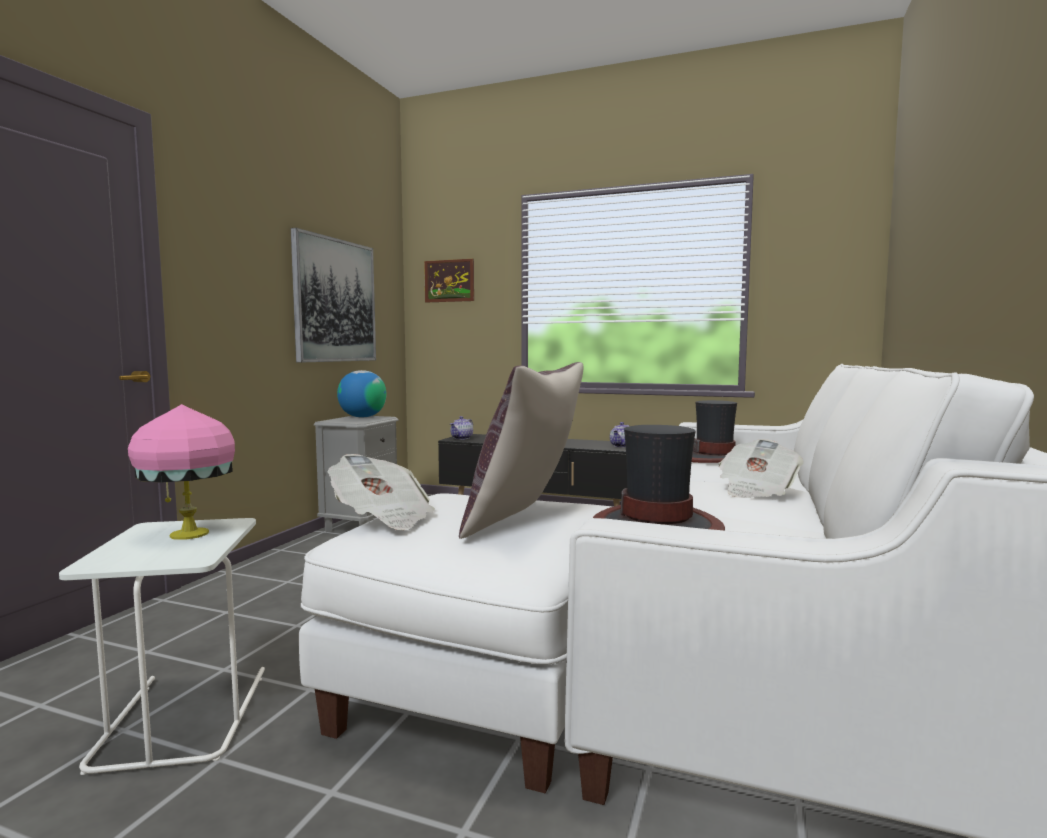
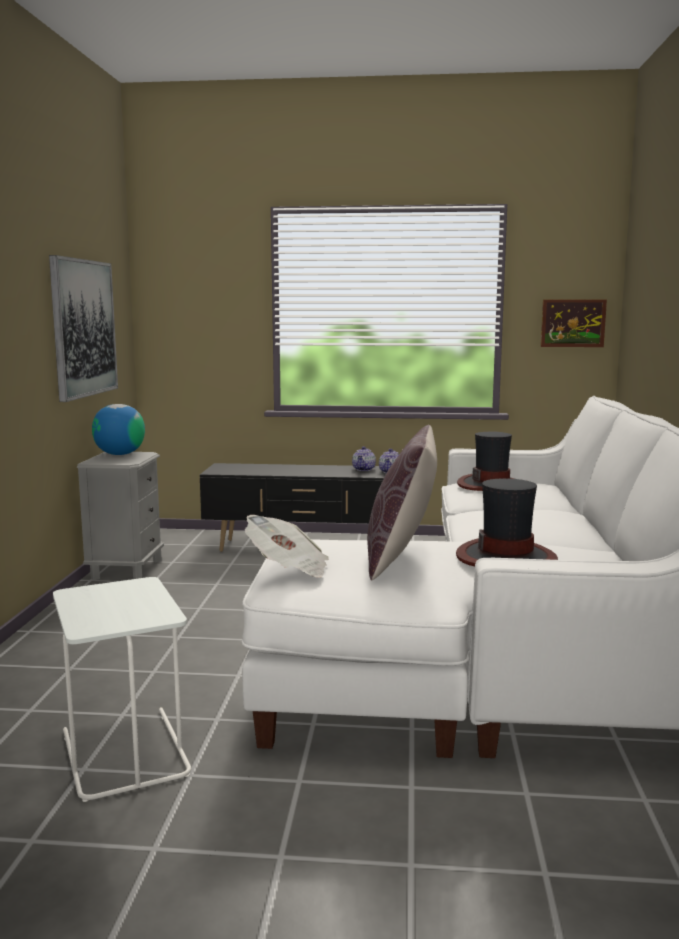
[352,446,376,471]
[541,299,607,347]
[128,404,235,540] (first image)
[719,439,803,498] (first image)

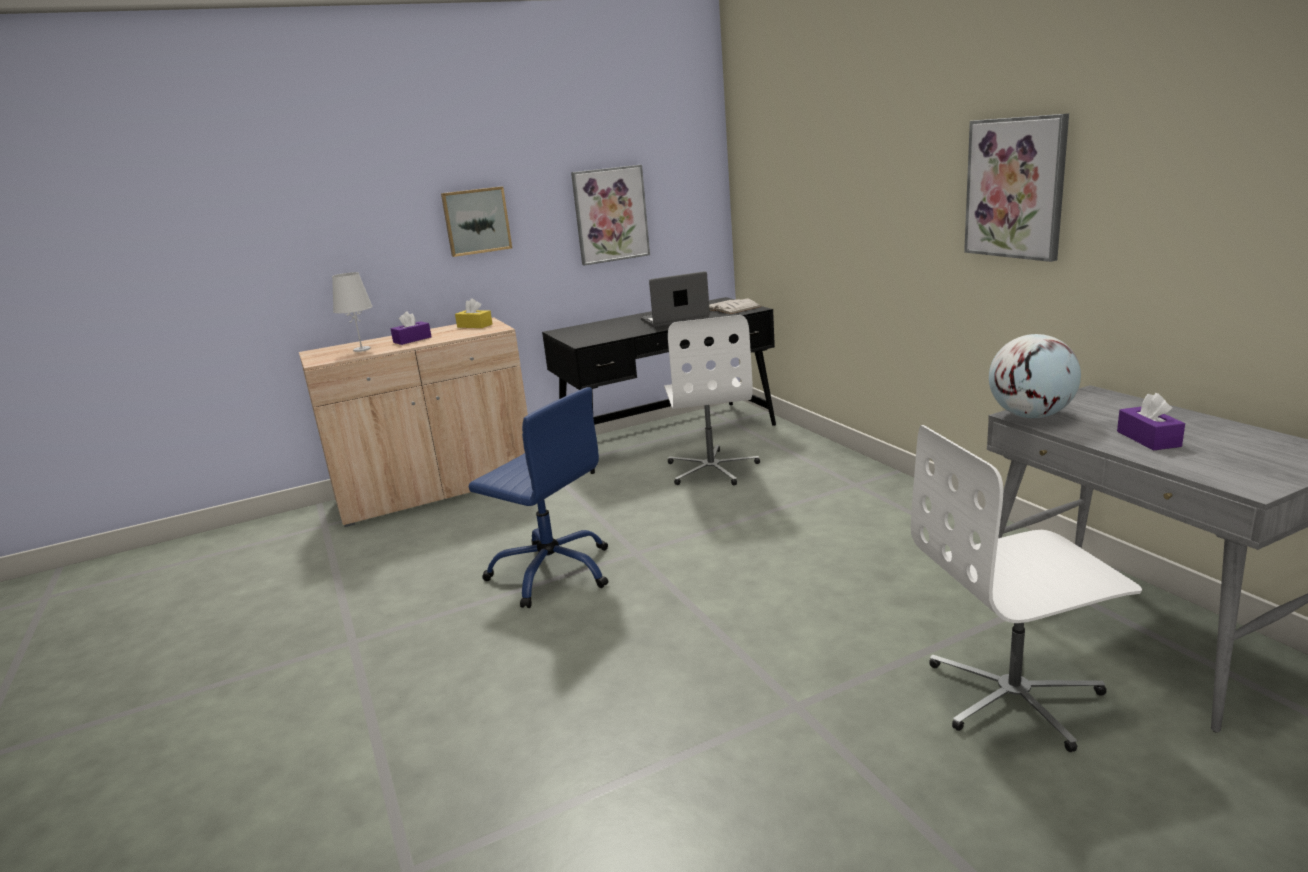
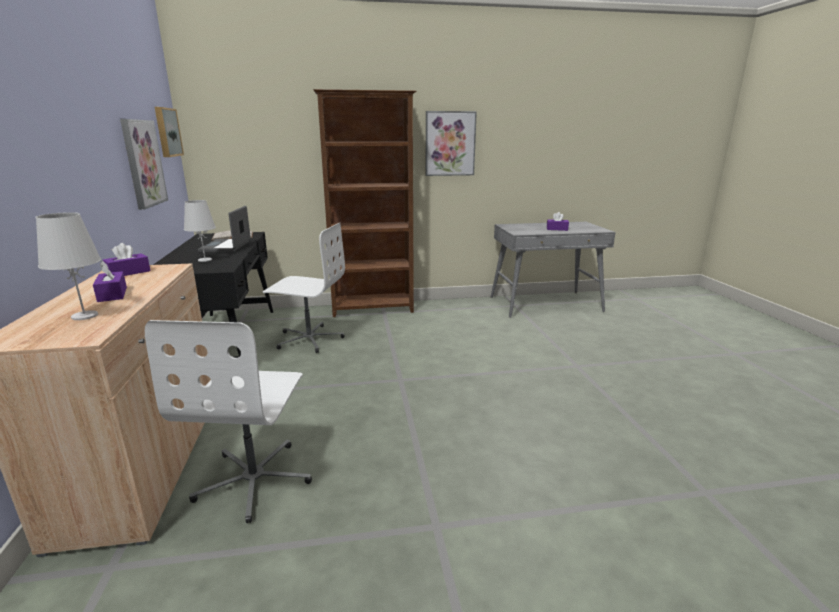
[103,243,151,276]
[145,320,312,523]
[155,107,184,157]
[184,200,216,262]
[313,89,416,317]
[468,387,608,608] (first image)
[989,334,1081,418] (first image)

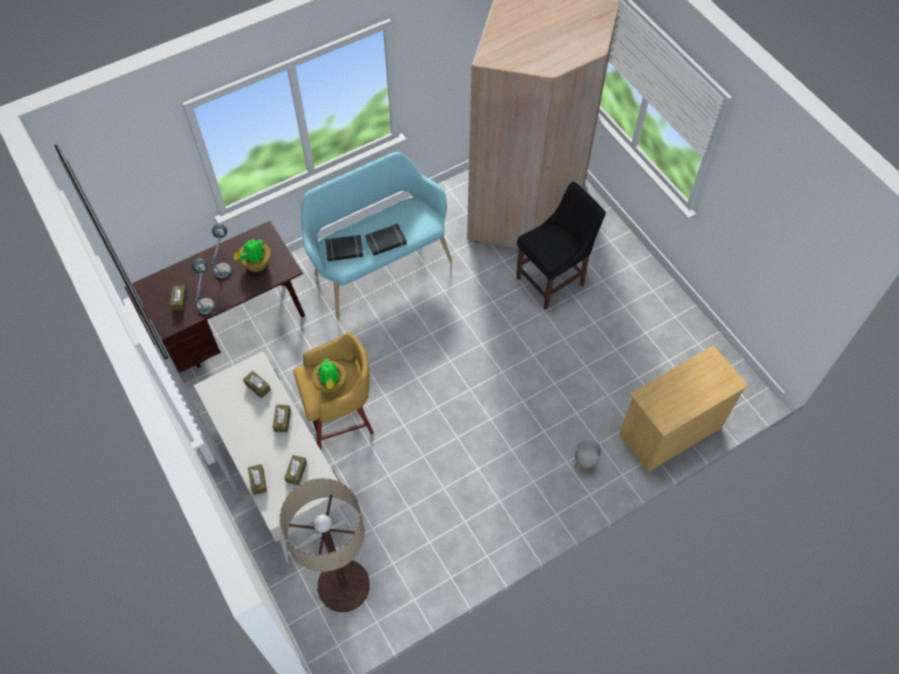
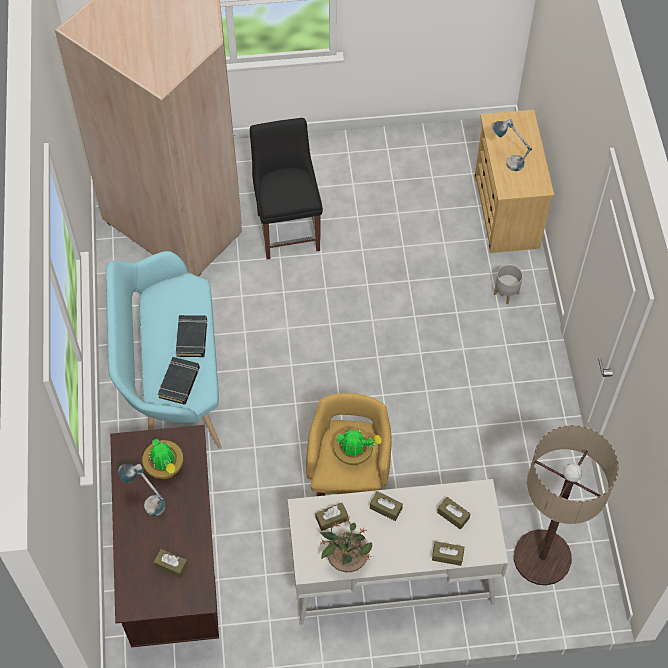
[320,517,372,572]
[492,119,532,171]

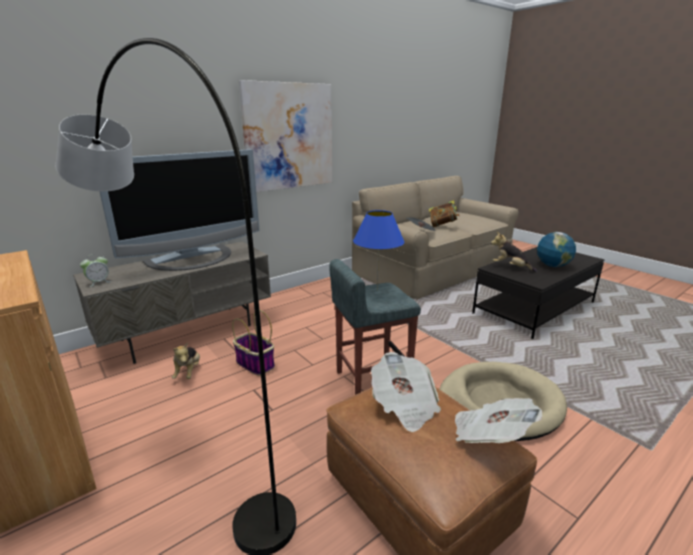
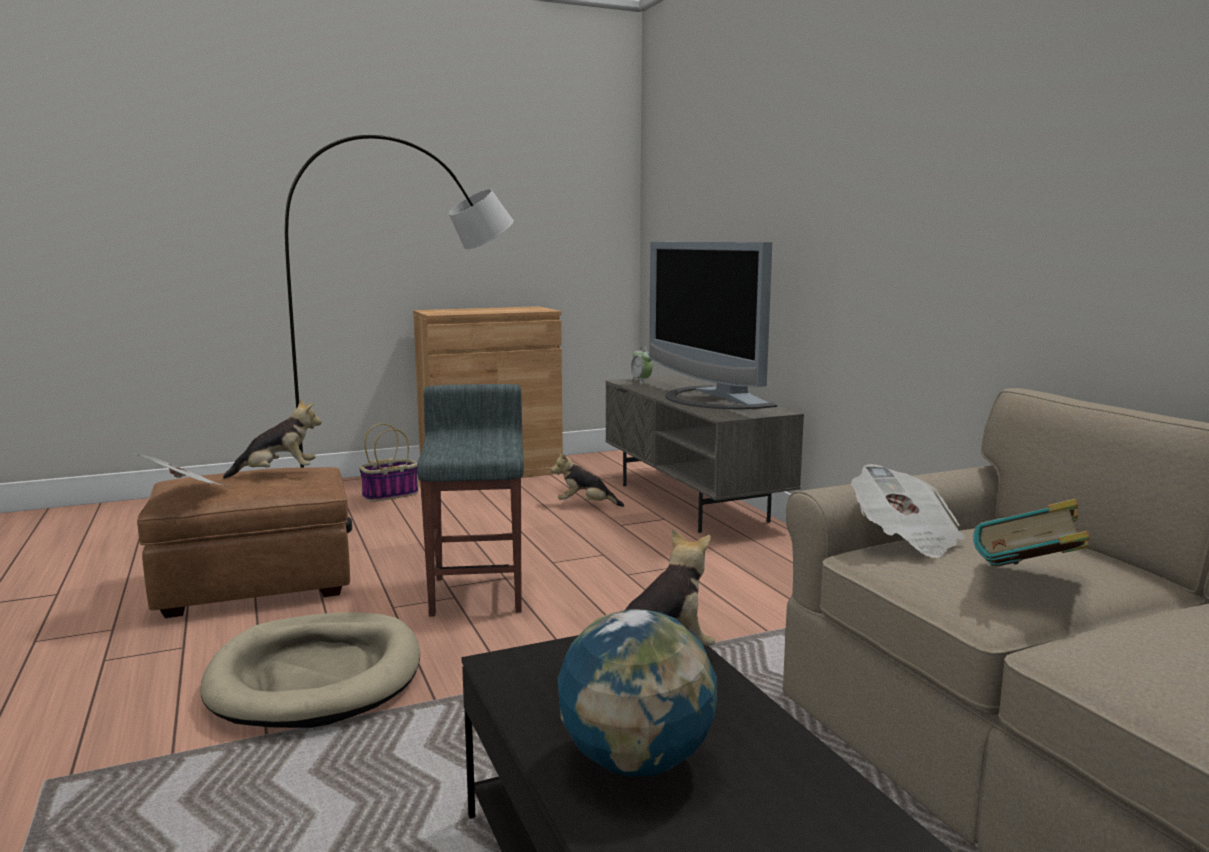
[223,399,322,479]
[359,423,418,502]
[239,80,332,192] (first image)
[353,210,405,290] (first image)

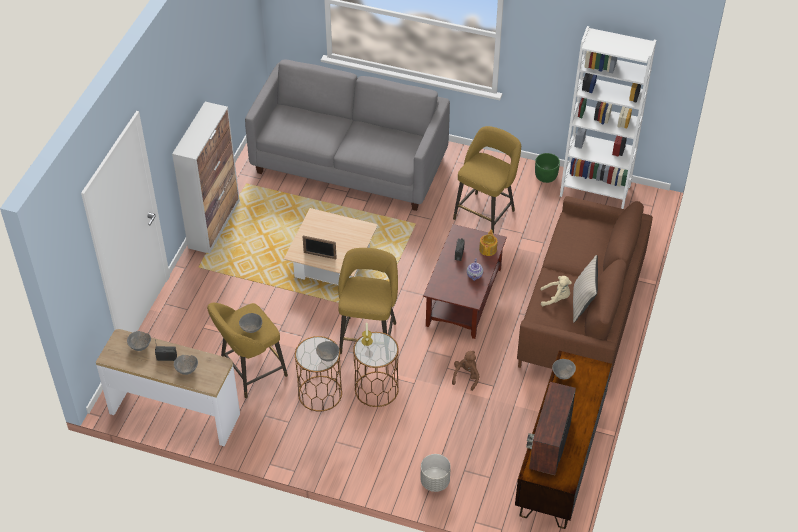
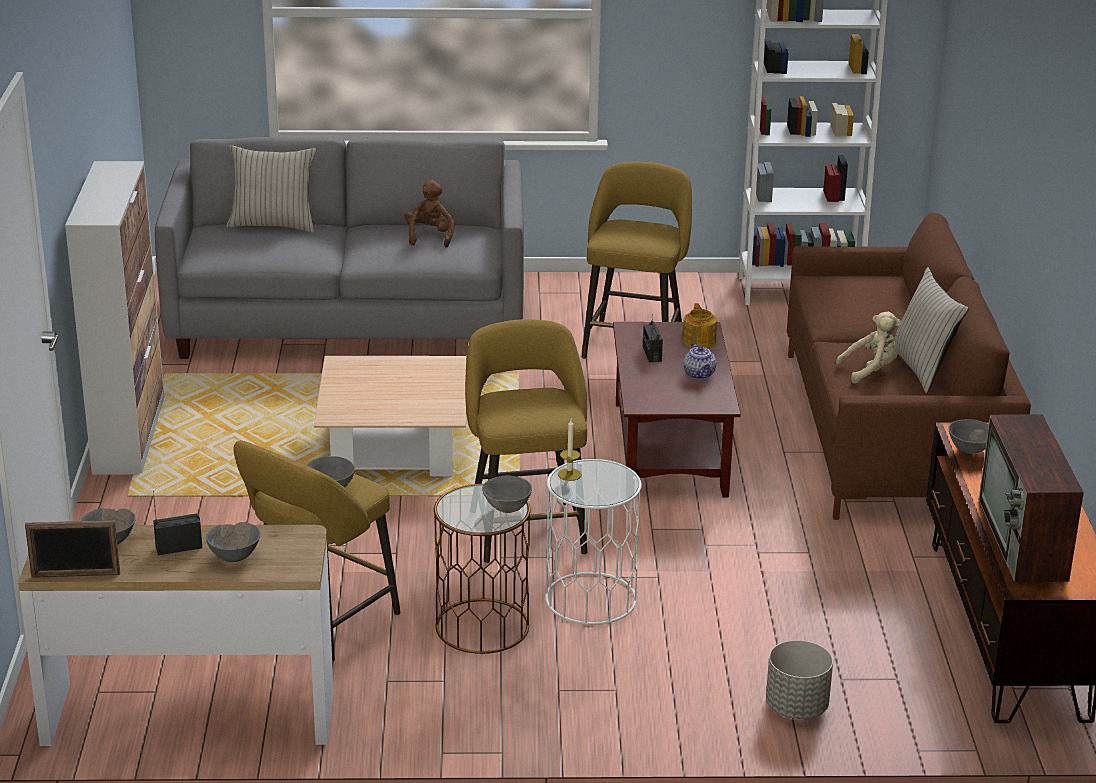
[25,520,120,578]
[227,145,316,233]
[405,180,454,248]
[545,459,642,625]
[535,153,560,183] (first image)

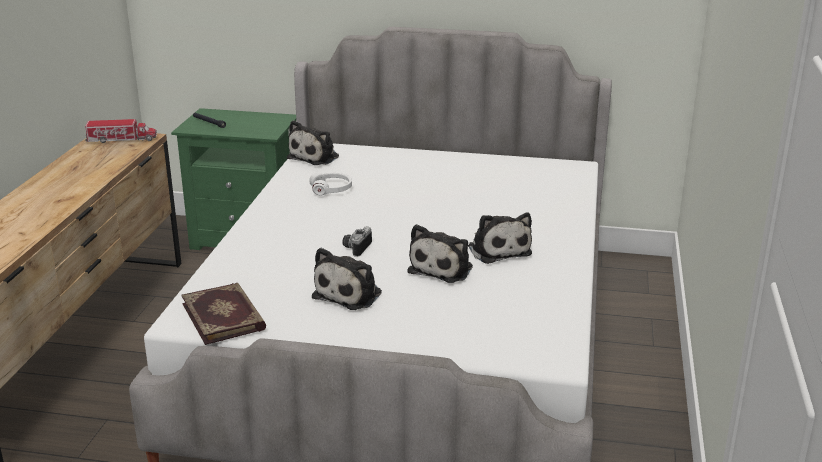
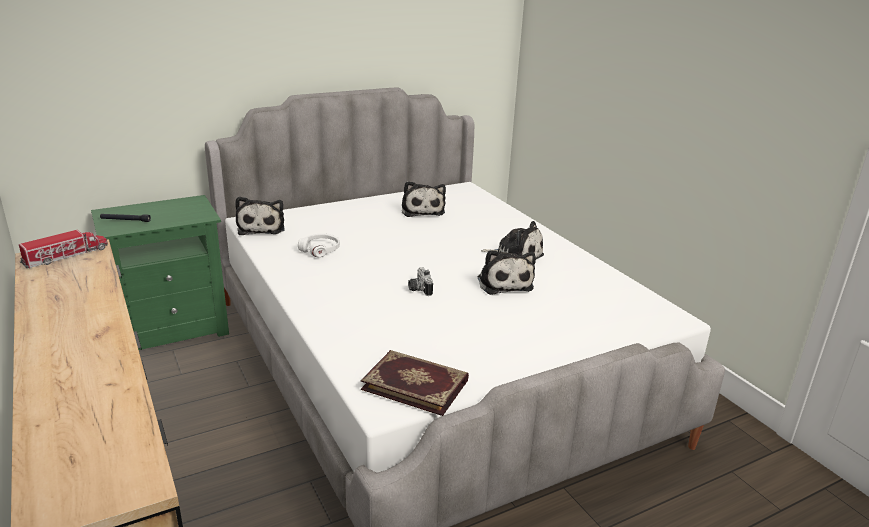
[402,181,446,217]

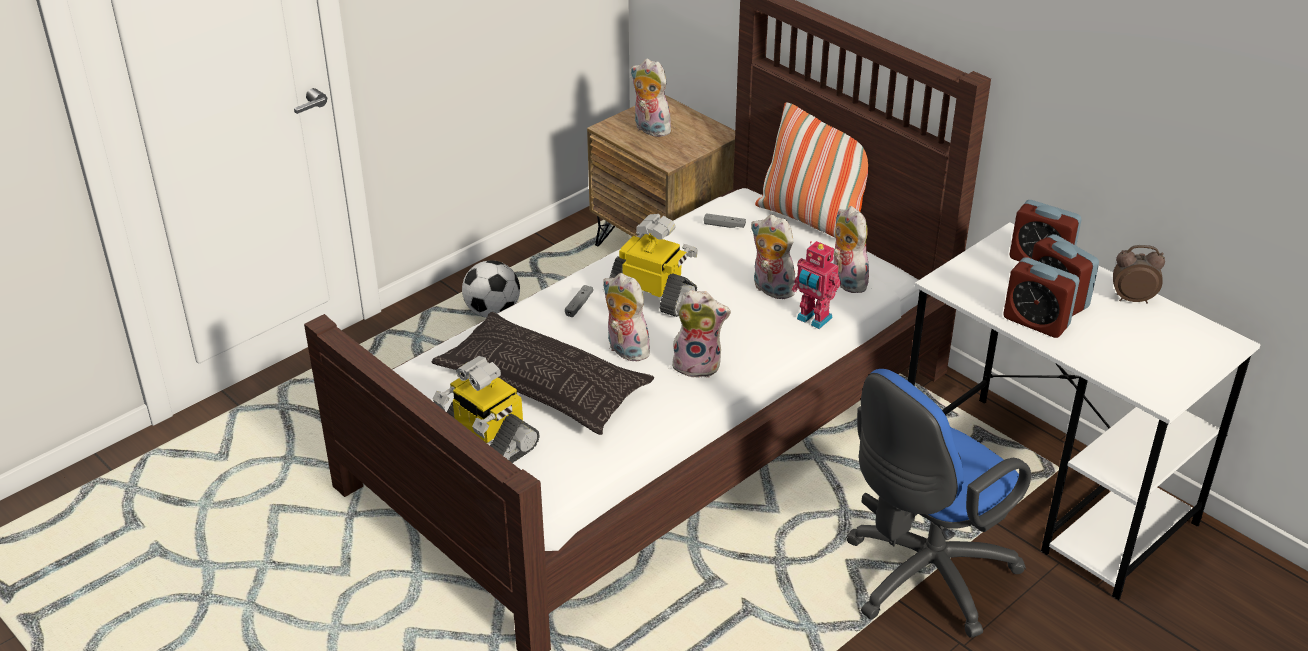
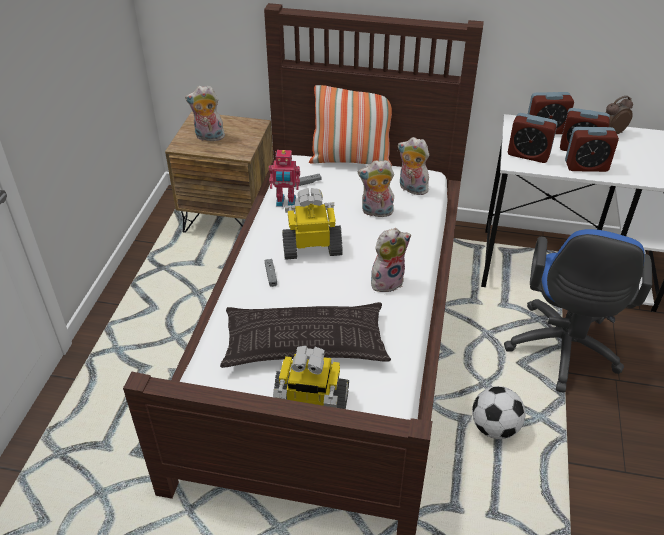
[269,150,300,207]
[472,386,526,439]
[508,113,558,163]
[603,273,654,362] (first image)

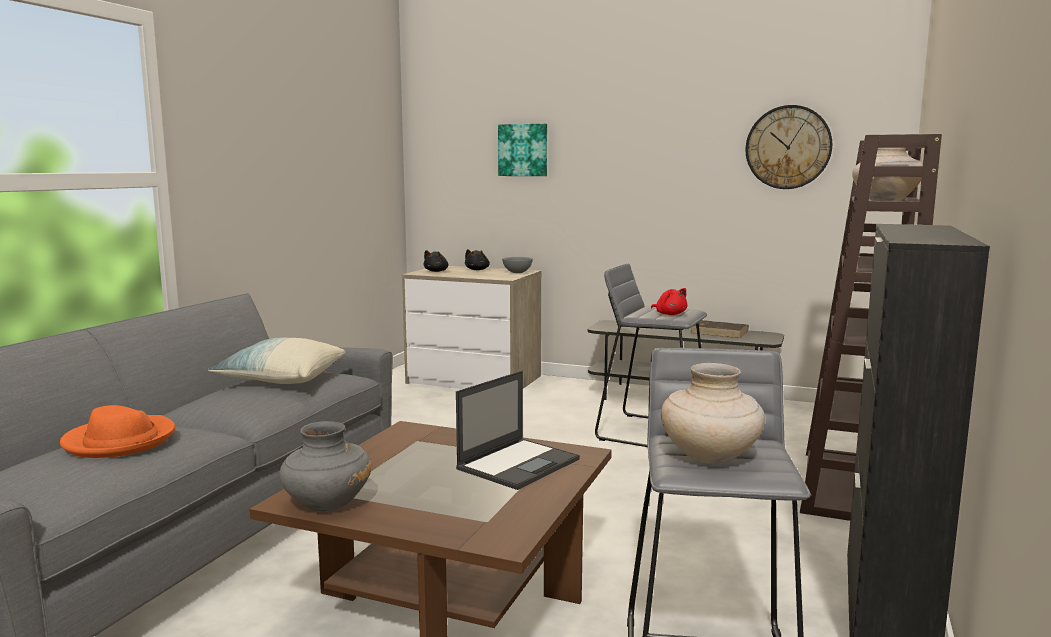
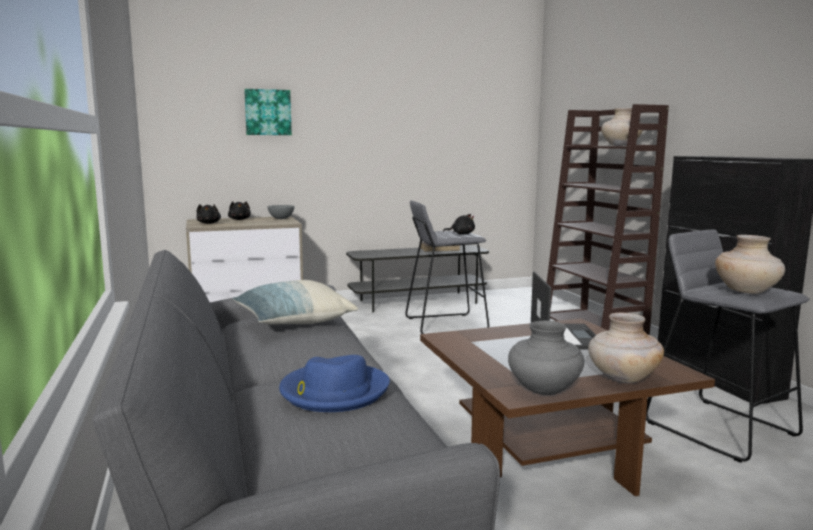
[279,355,390,412]
[443,214,475,235]
[588,313,664,383]
[745,105,832,189] (first image)

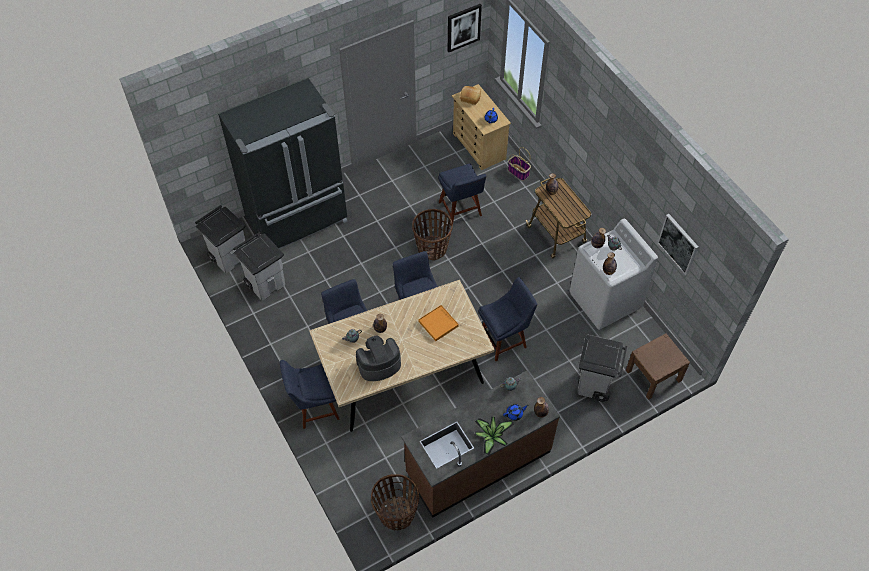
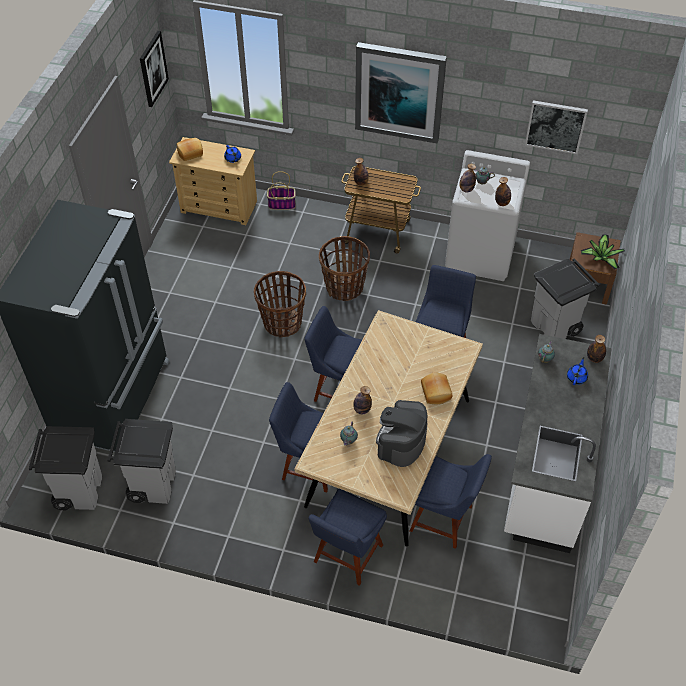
[319,236,370,301]
[355,42,447,143]
[410,454,492,549]
[421,372,453,404]
[504,334,612,553]
[581,234,625,270]
[418,305,459,341] (first image)

